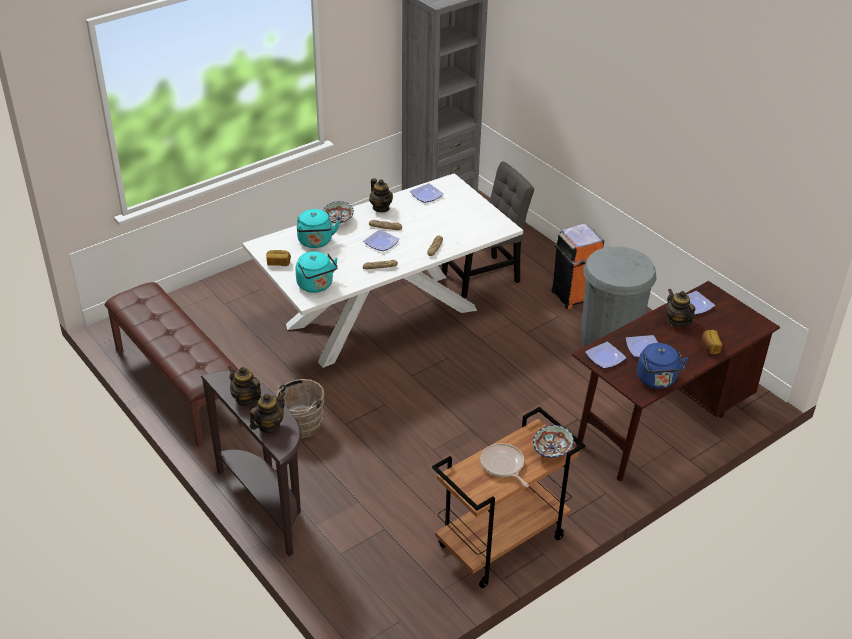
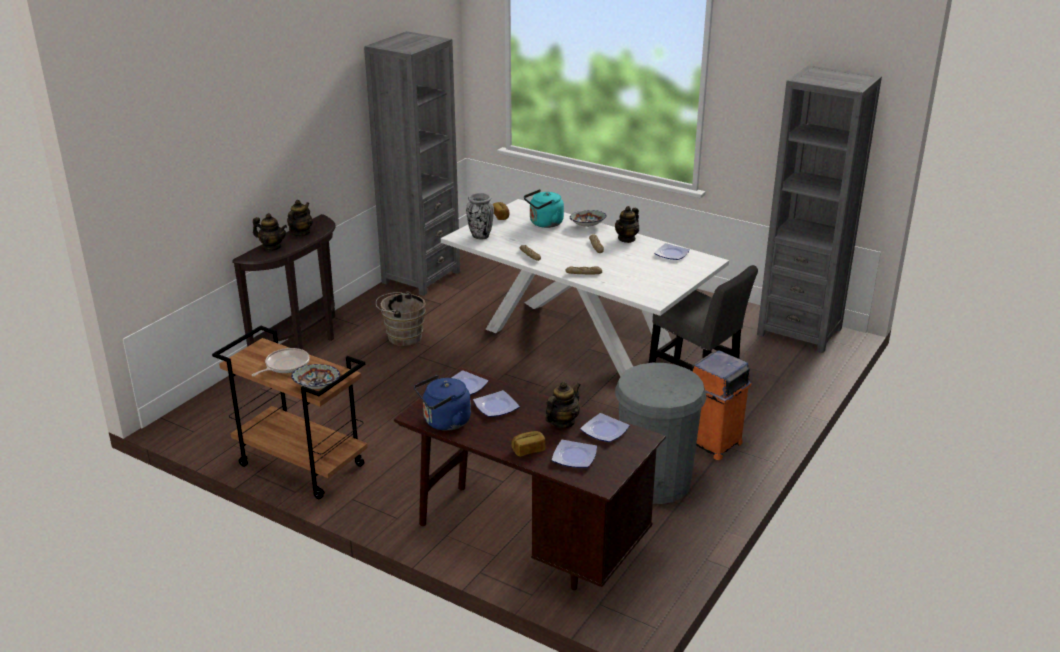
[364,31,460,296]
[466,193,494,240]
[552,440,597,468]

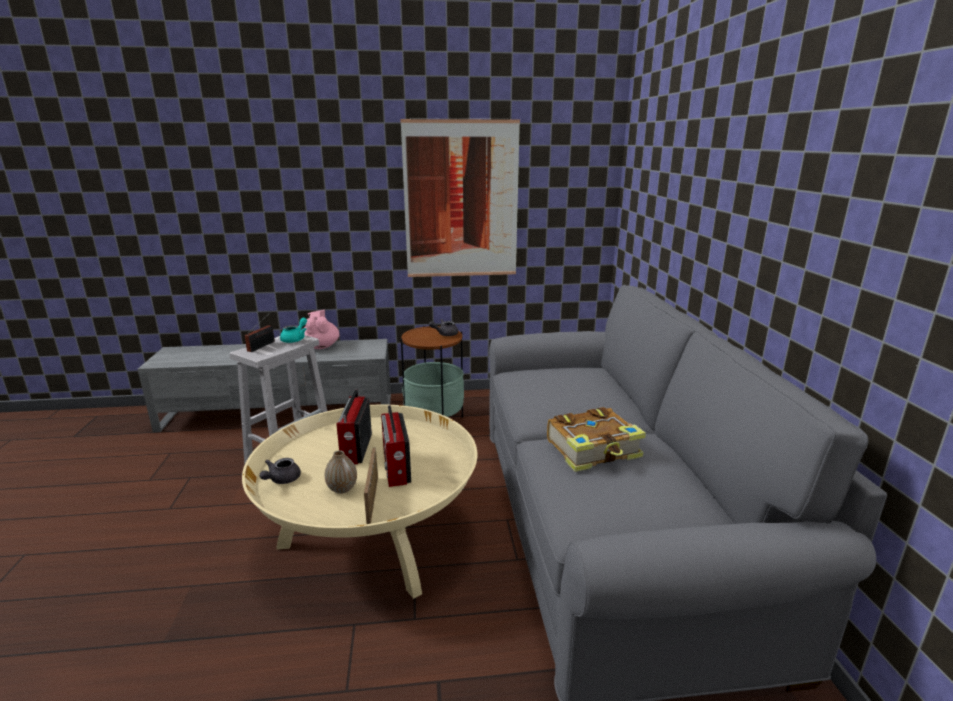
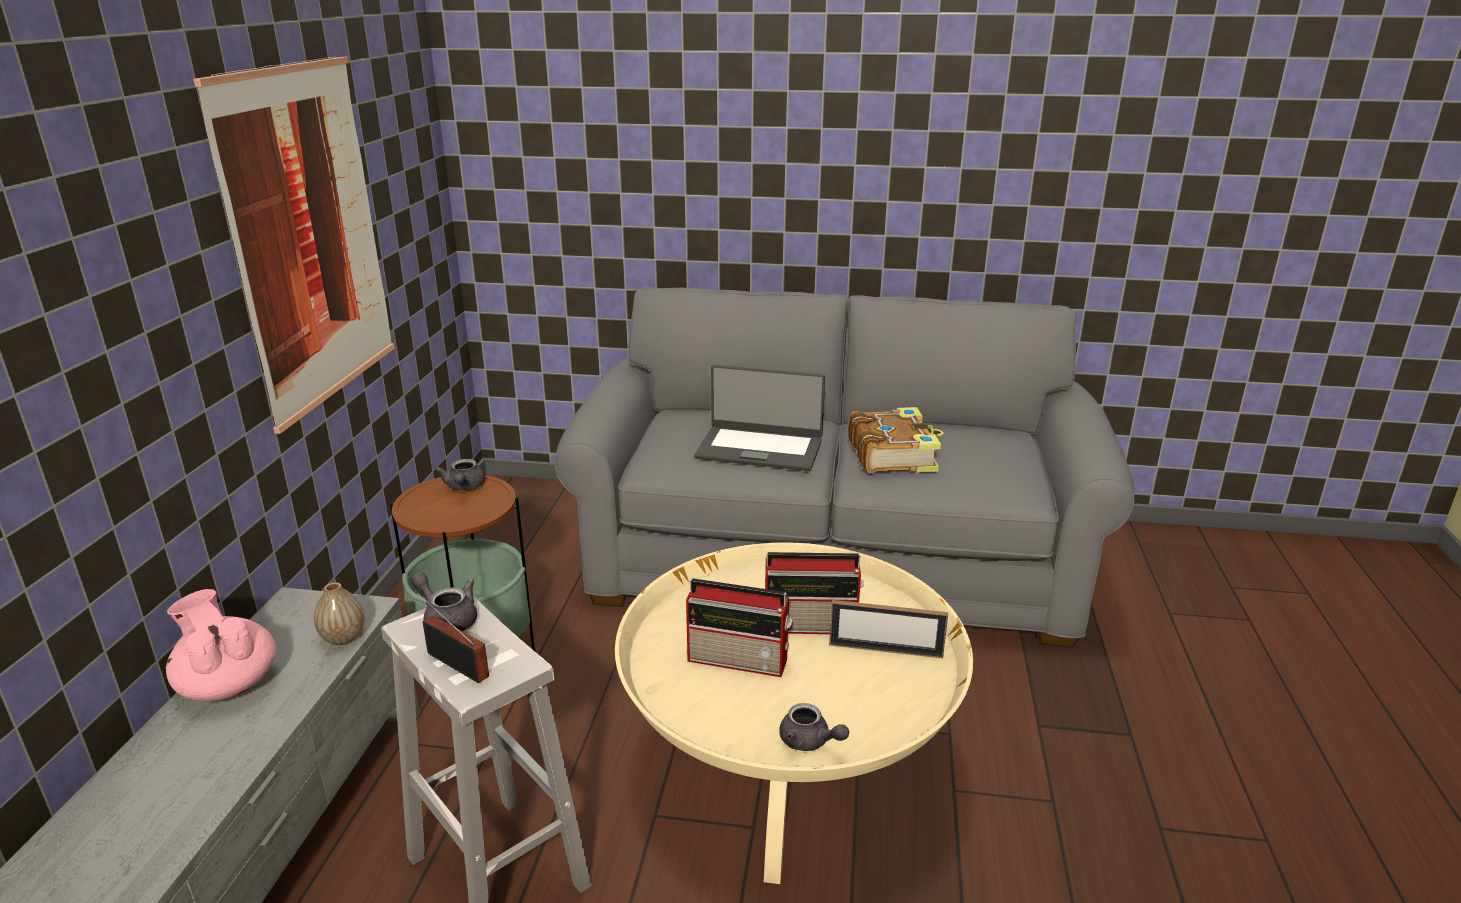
[166,589,276,701]
[314,582,365,645]
[410,571,477,631]
[695,365,825,471]

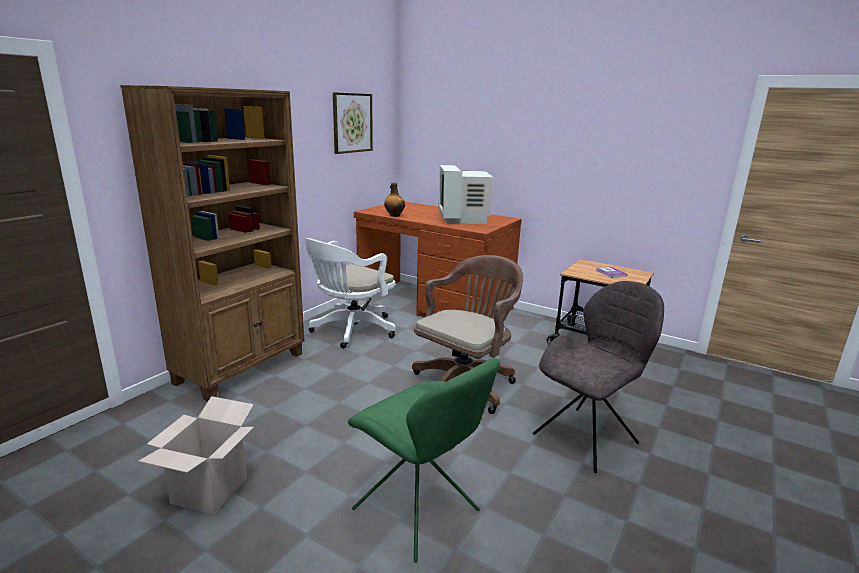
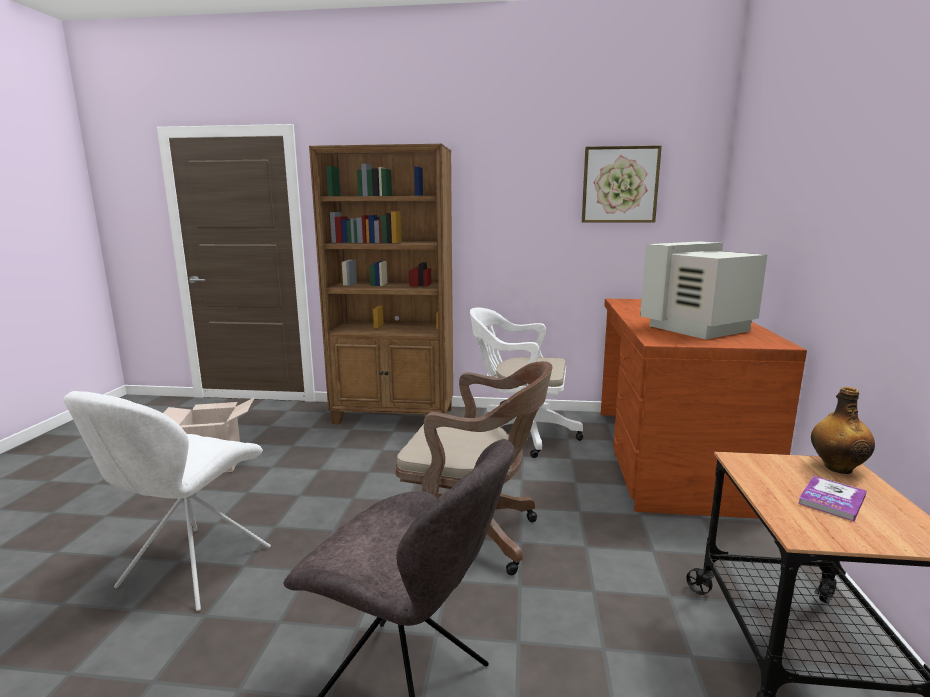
[64,391,271,611]
[811,387,875,474]

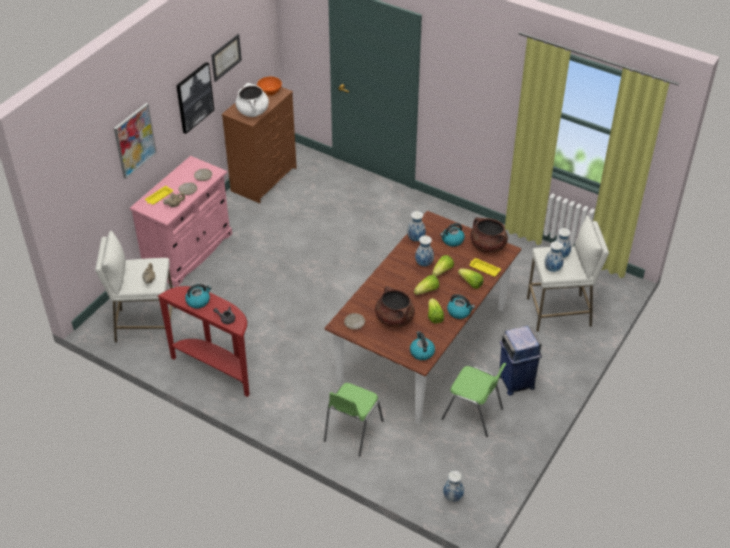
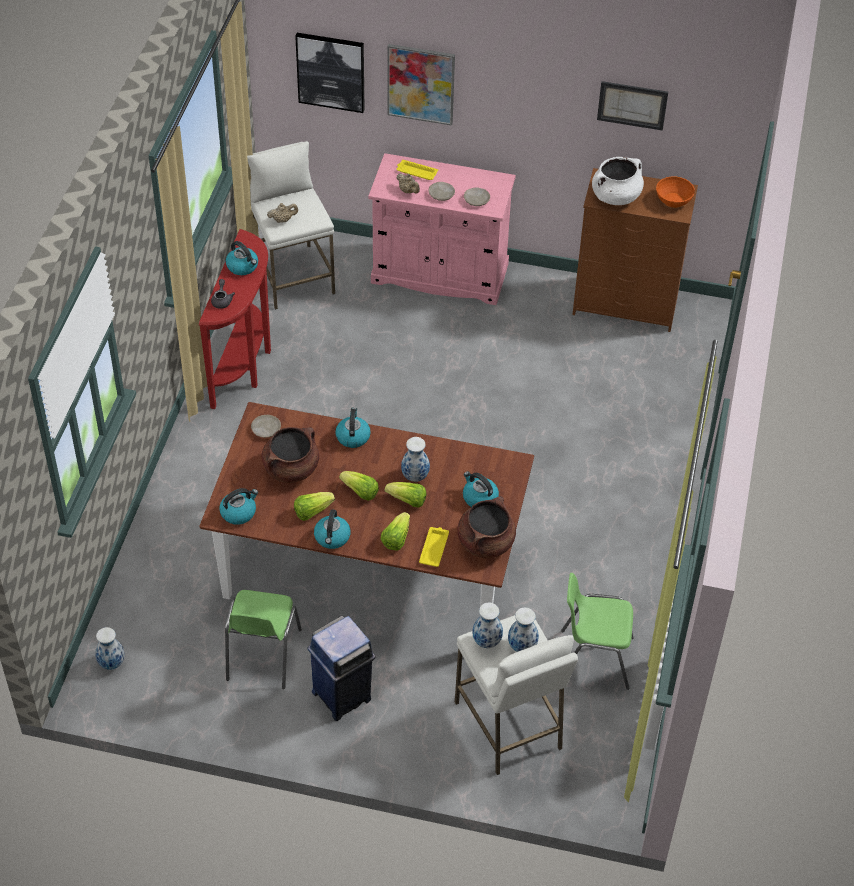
[295,33,365,113]
[335,407,371,448]
[561,573,634,690]
[407,211,426,241] (first image)

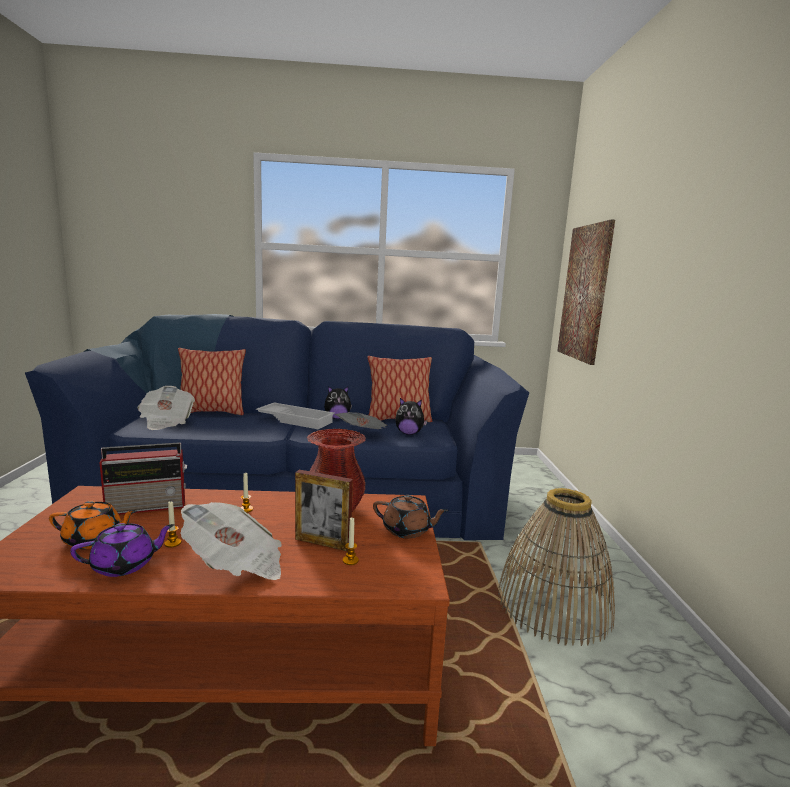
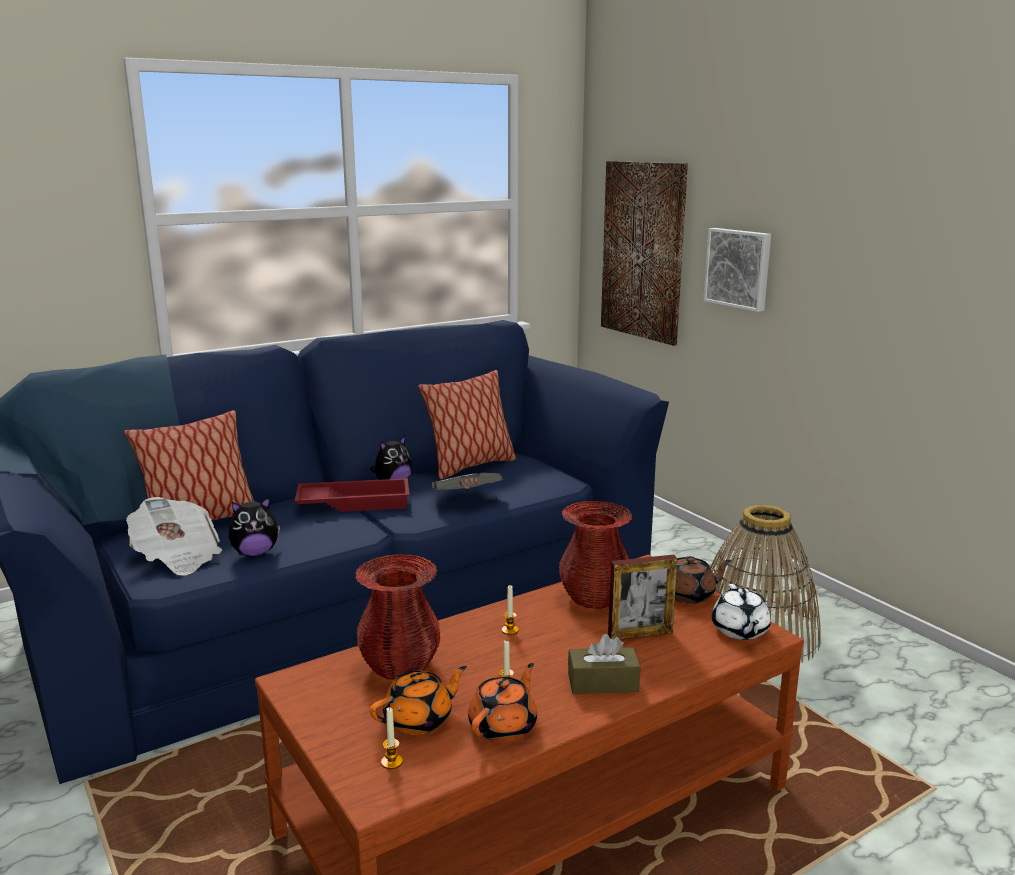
[229,497,280,557]
[295,478,409,512]
[355,554,441,680]
[381,707,403,769]
[468,663,537,742]
[568,634,640,694]
[704,228,771,312]
[712,584,771,640]

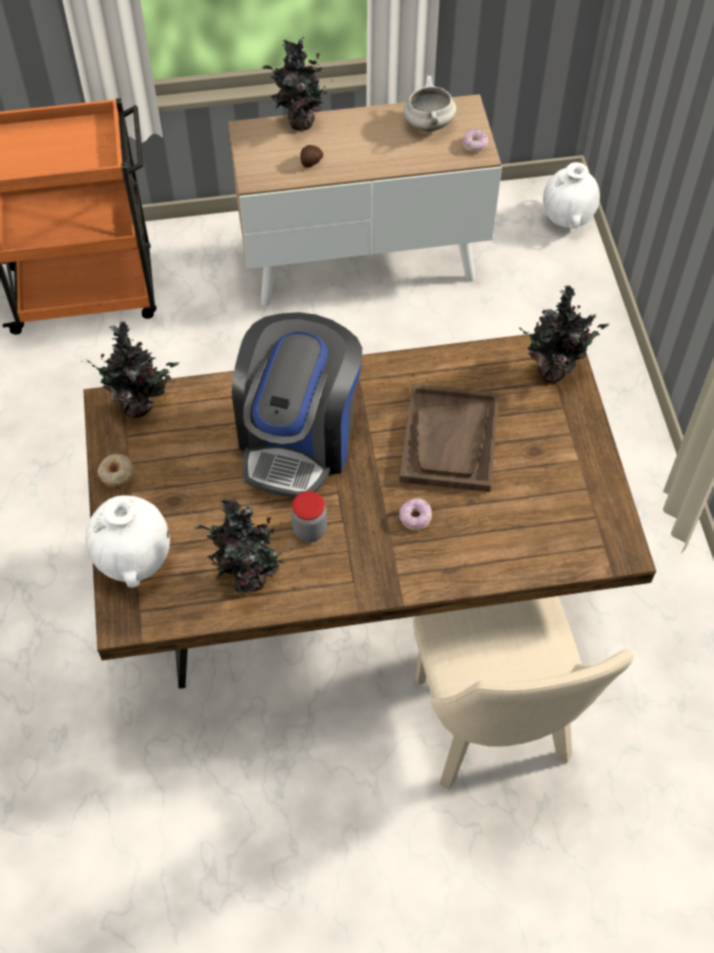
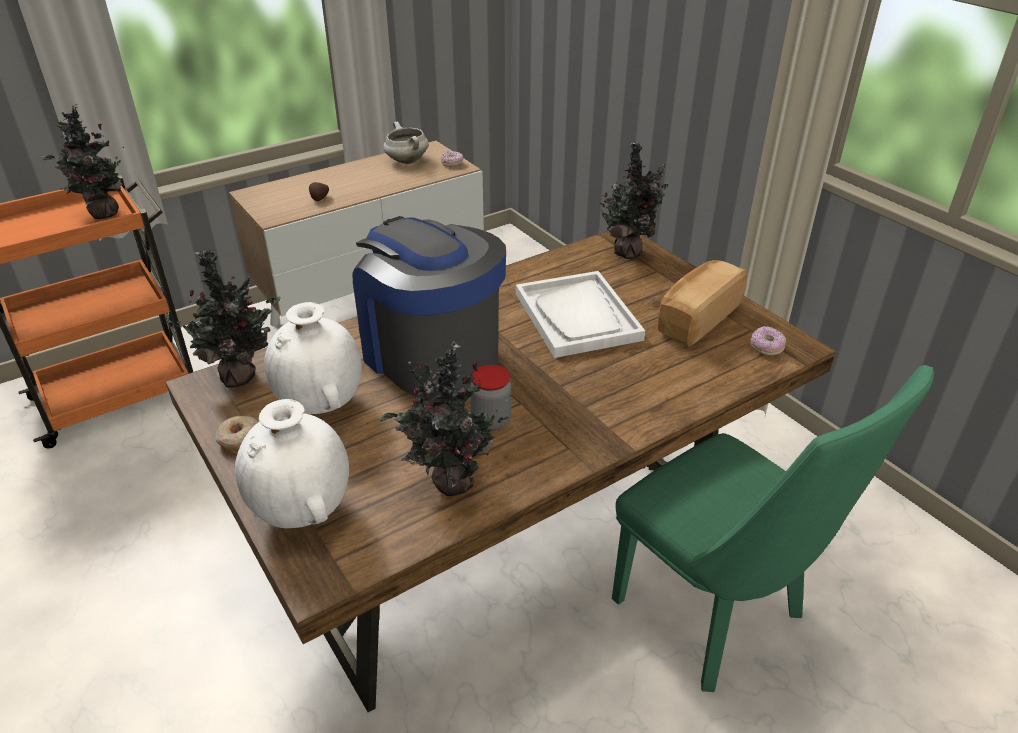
[42,104,124,219]
[264,302,362,414]
[352,216,506,397]
[516,271,645,358]
[612,365,934,692]
[658,260,747,347]
[750,326,786,356]

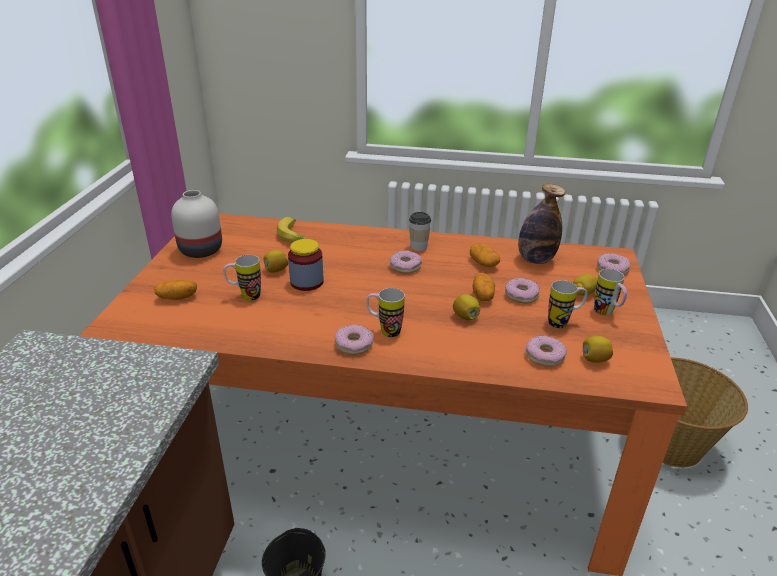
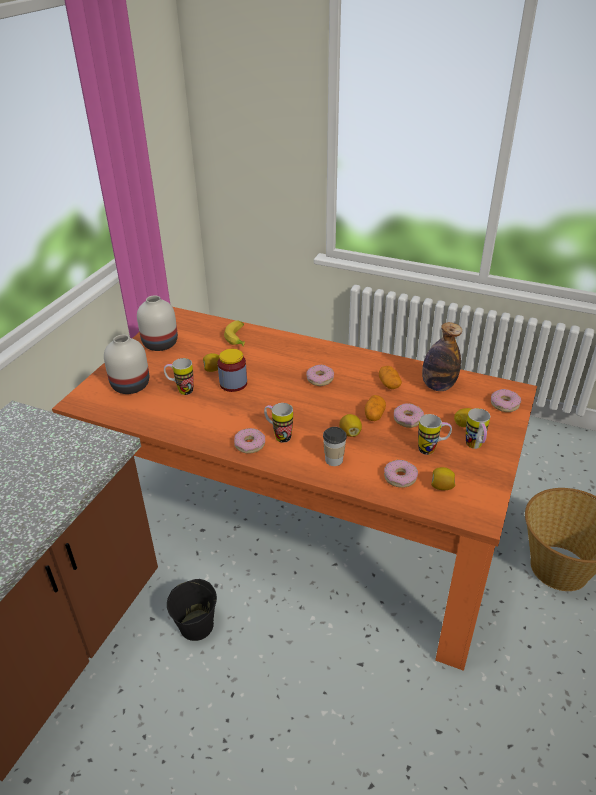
[104,335,149,394]
[323,427,347,466]

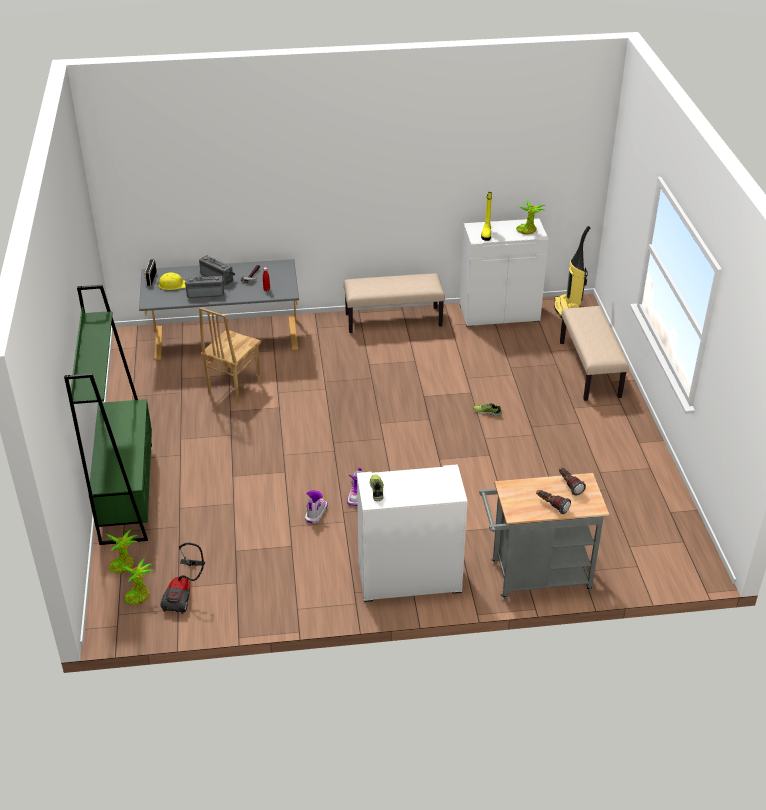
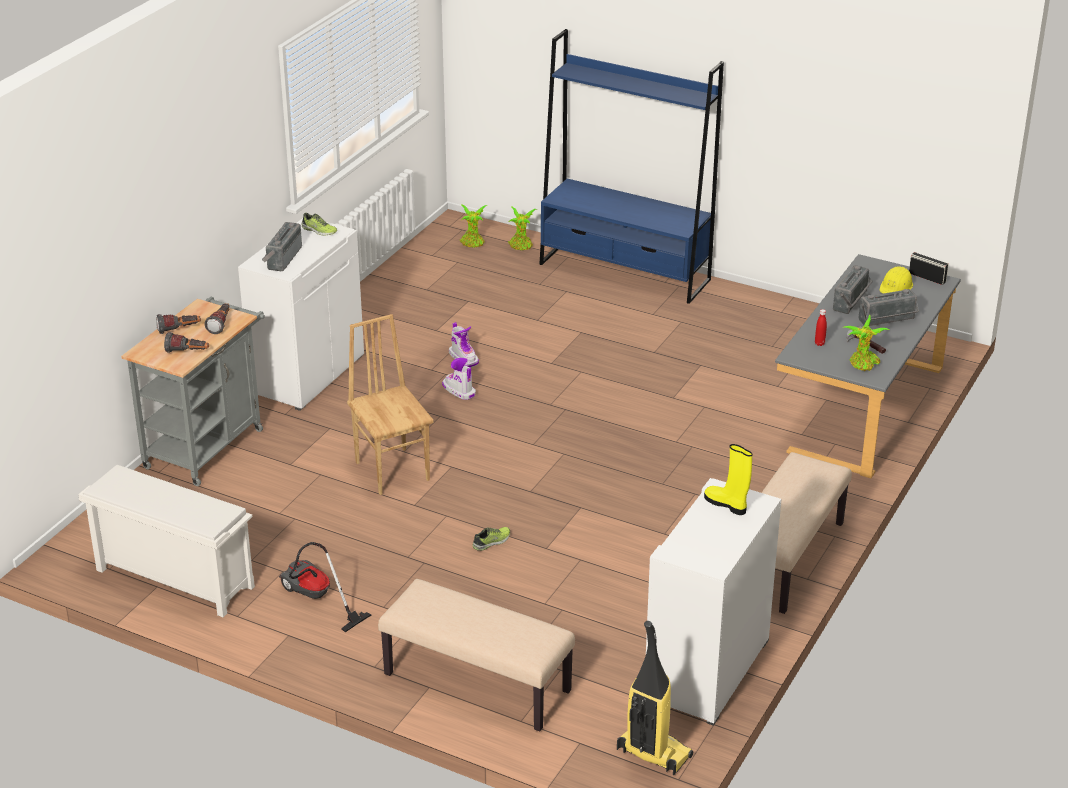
[78,465,255,617]
[205,303,229,334]
[262,222,302,271]
[279,542,371,632]
[347,314,434,495]
[539,29,724,304]
[843,314,889,371]

